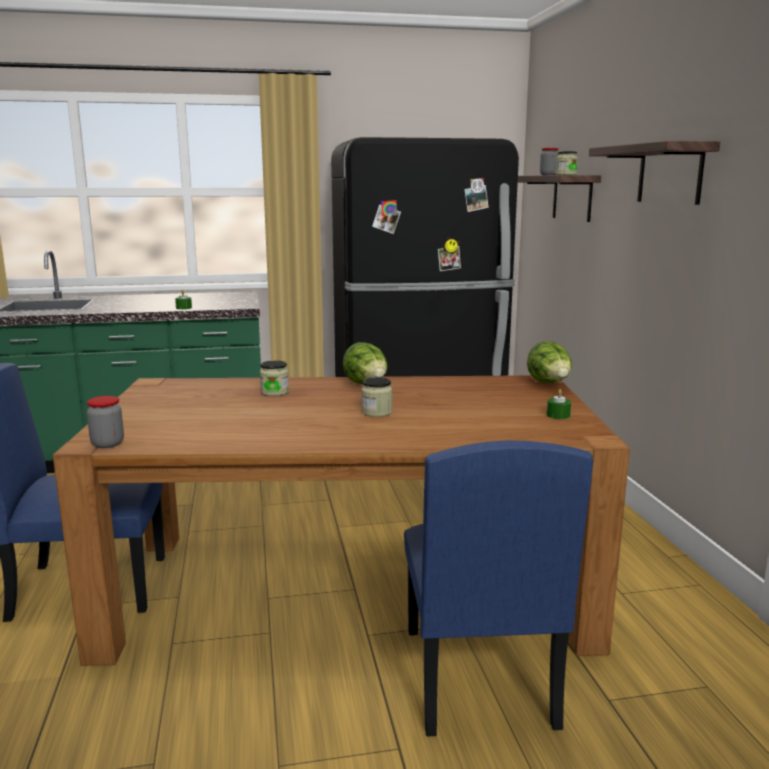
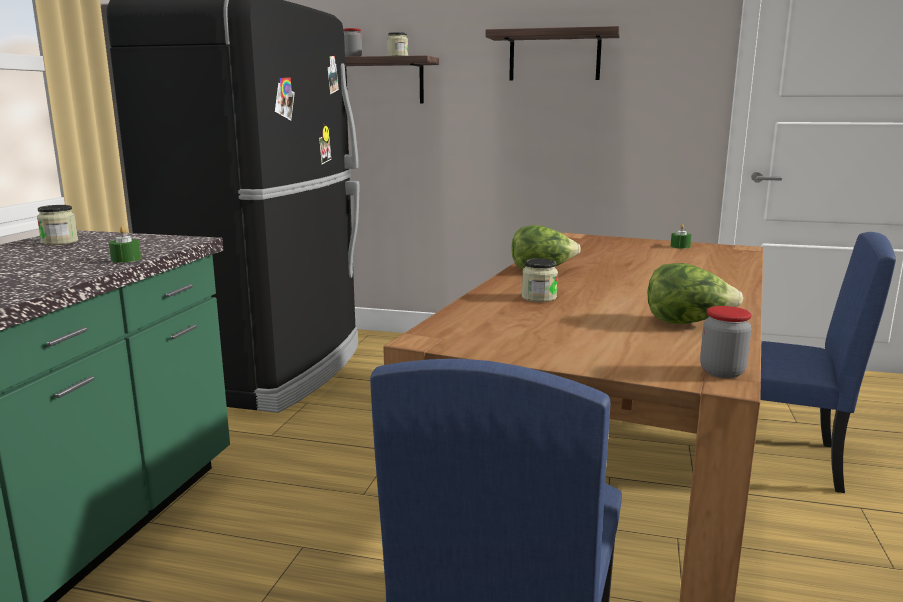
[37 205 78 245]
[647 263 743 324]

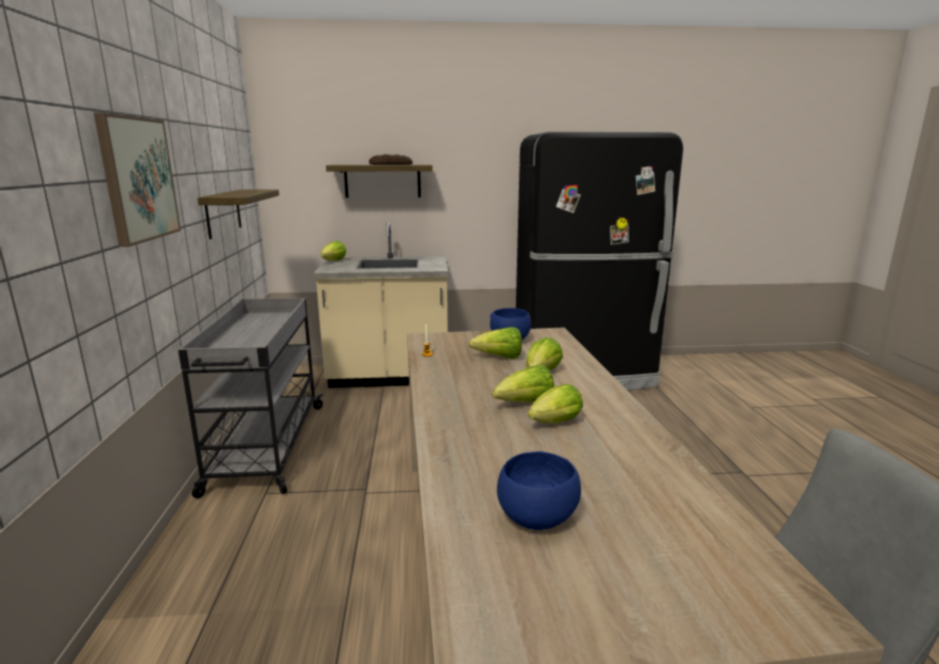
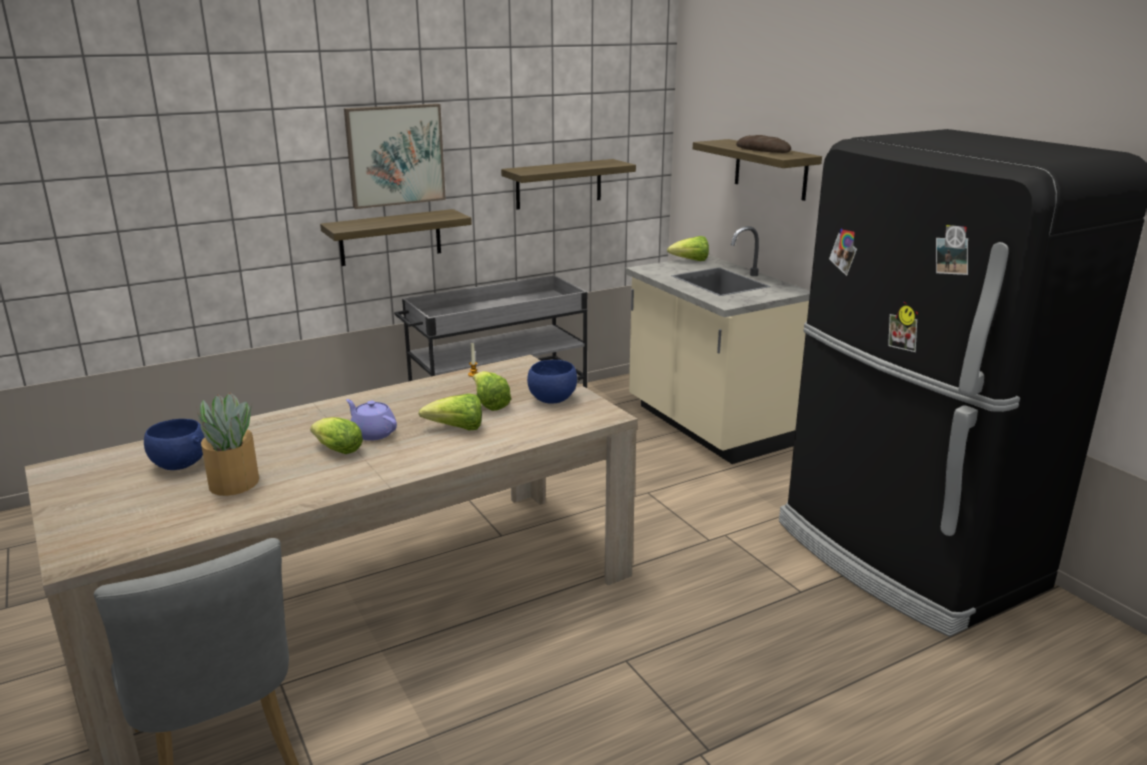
[196 393 259 496]
[320 209 472 266]
[346 399 397 441]

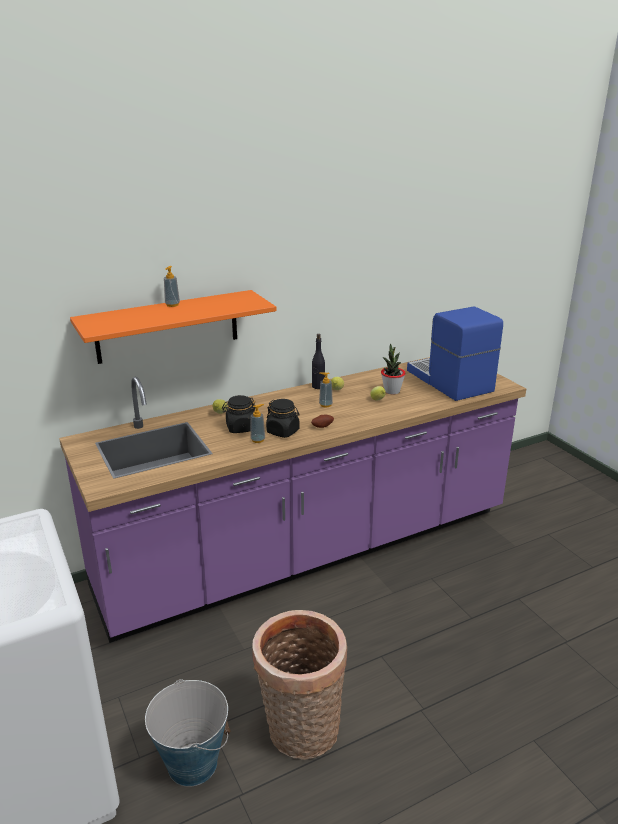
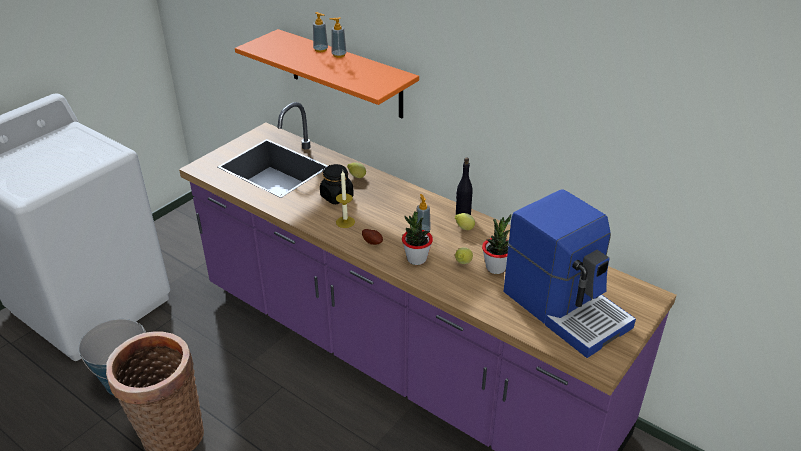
[402 212 433 265]
[313 12 328 52]
[336 171 355 228]
[503 189 636 358]

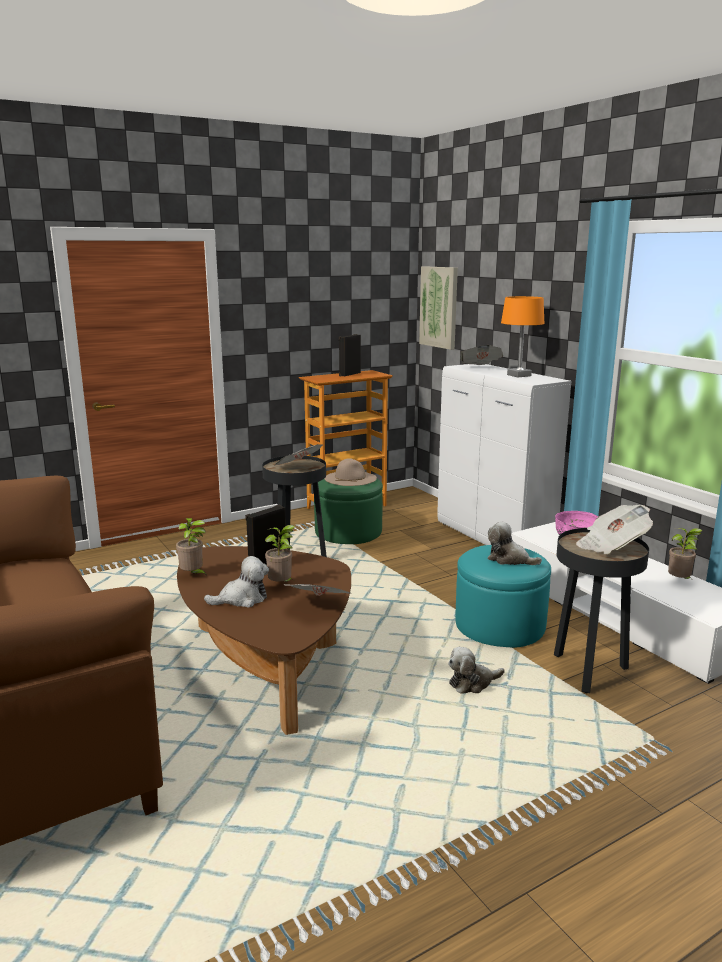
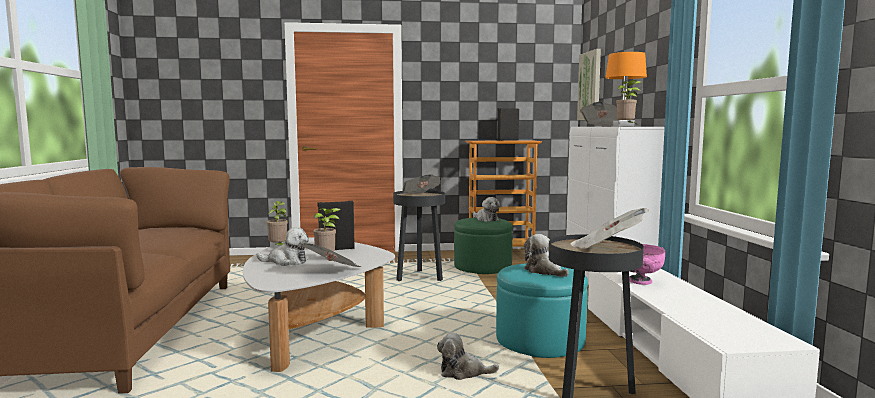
[616 80 642 124]
[473 197 500 222]
[243 237 395 372]

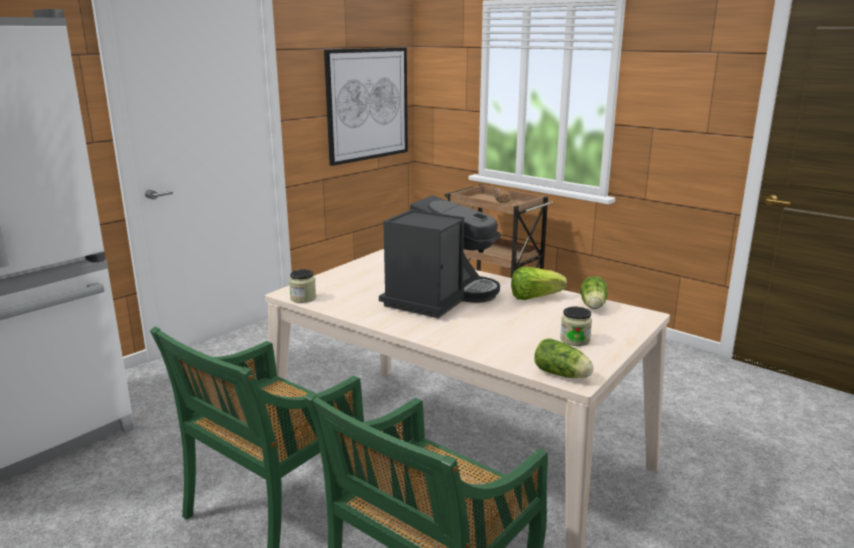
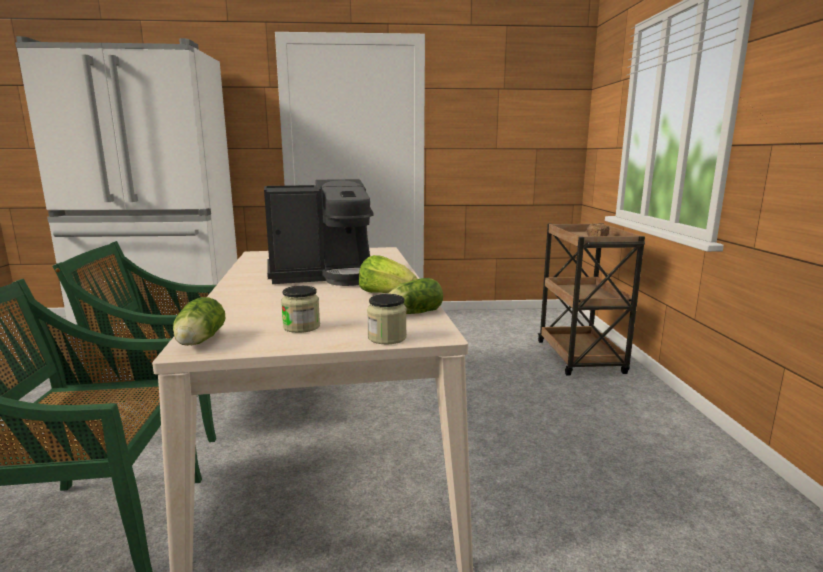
[324 48 408 166] (first image)
[367 294 407 344]

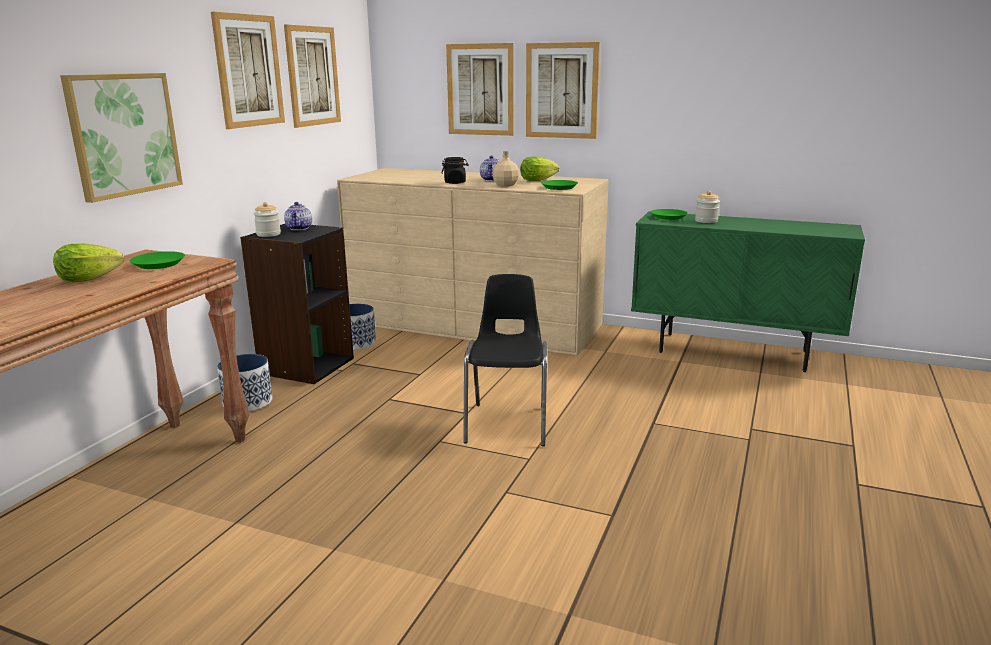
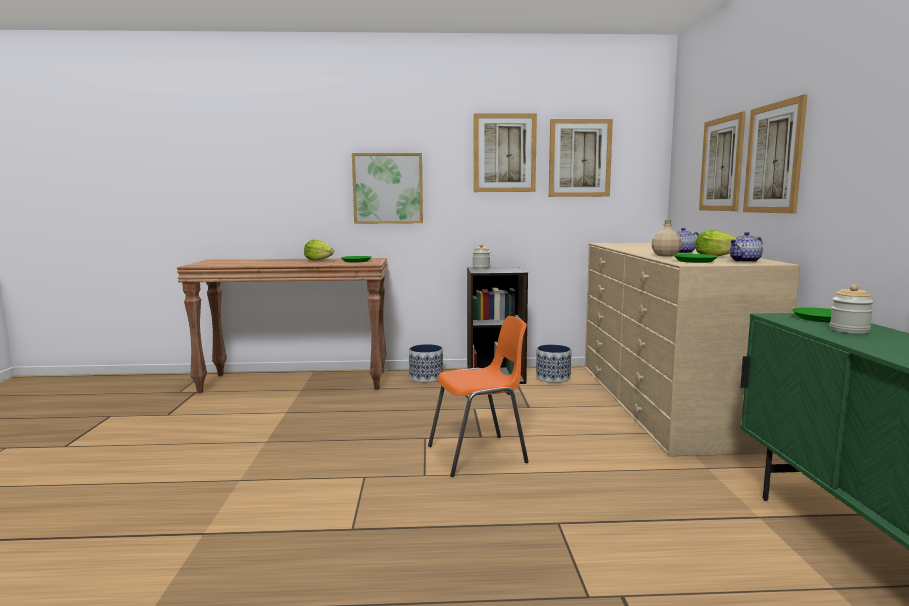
[441 157 469 184] (first image)
[730 232 763 262]
[428 316 529 477]

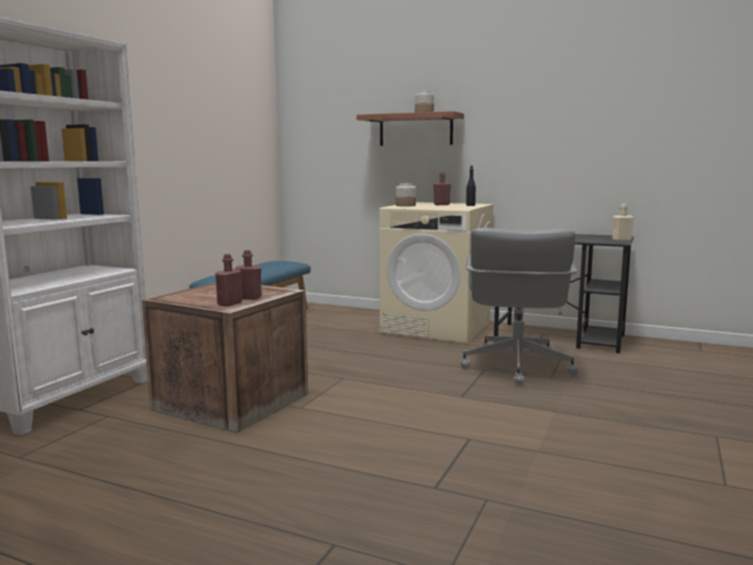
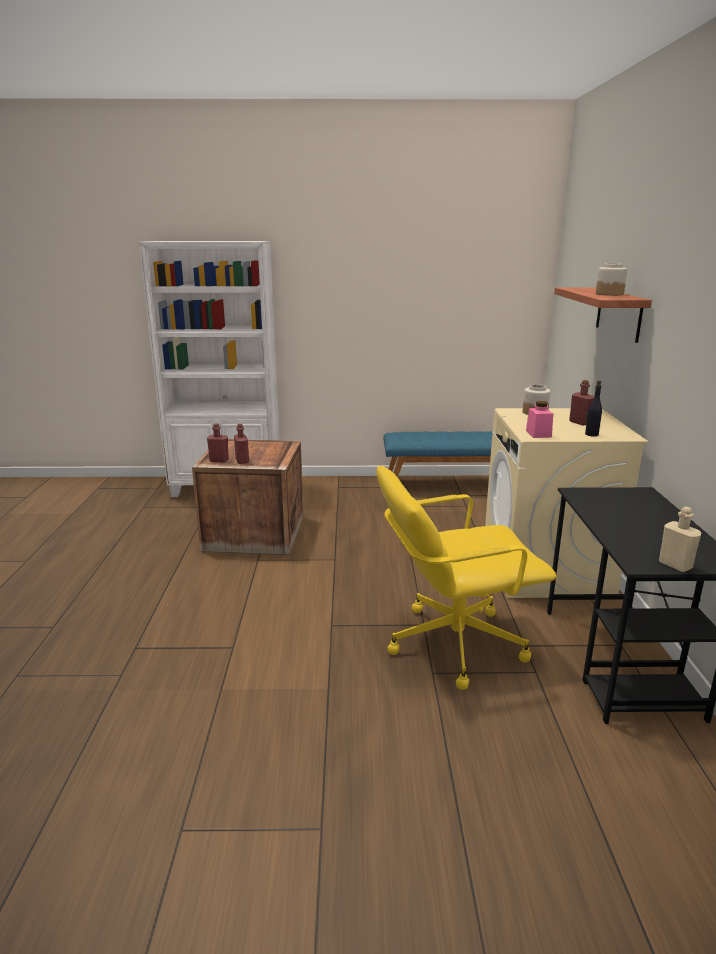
[526 401 553 438]
[376 466 557 690]

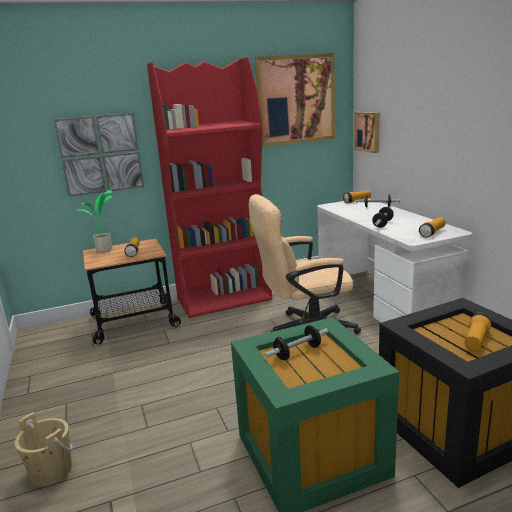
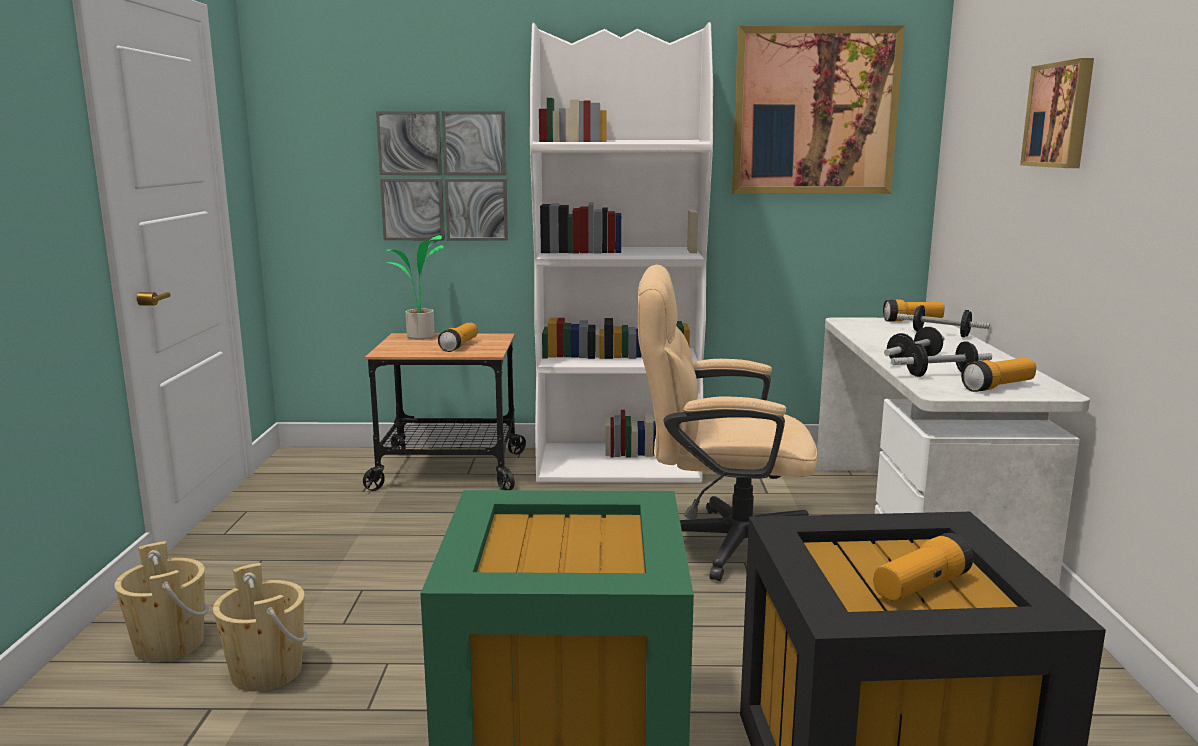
[213 563 307 692]
[891 341 992 377]
[1020 58 1094 168]
[530 22 713 483]

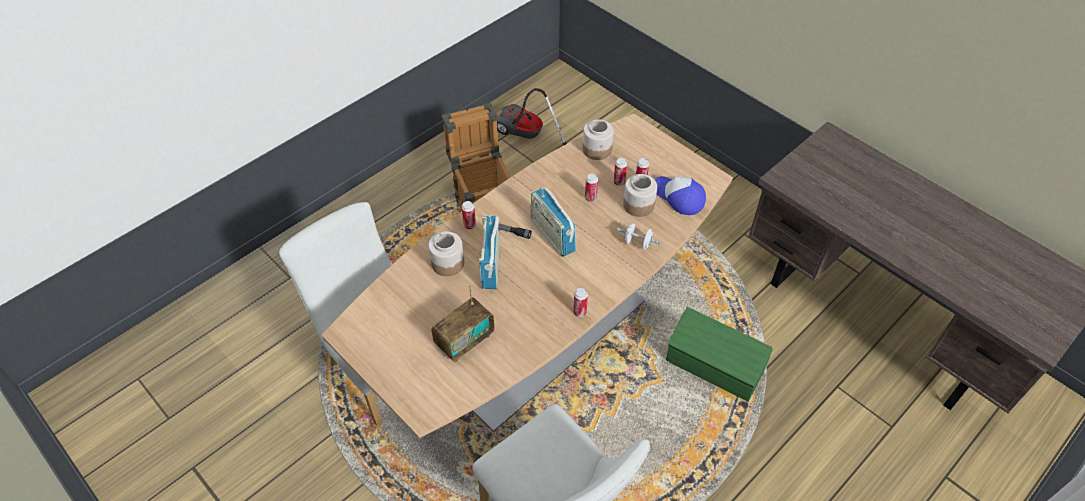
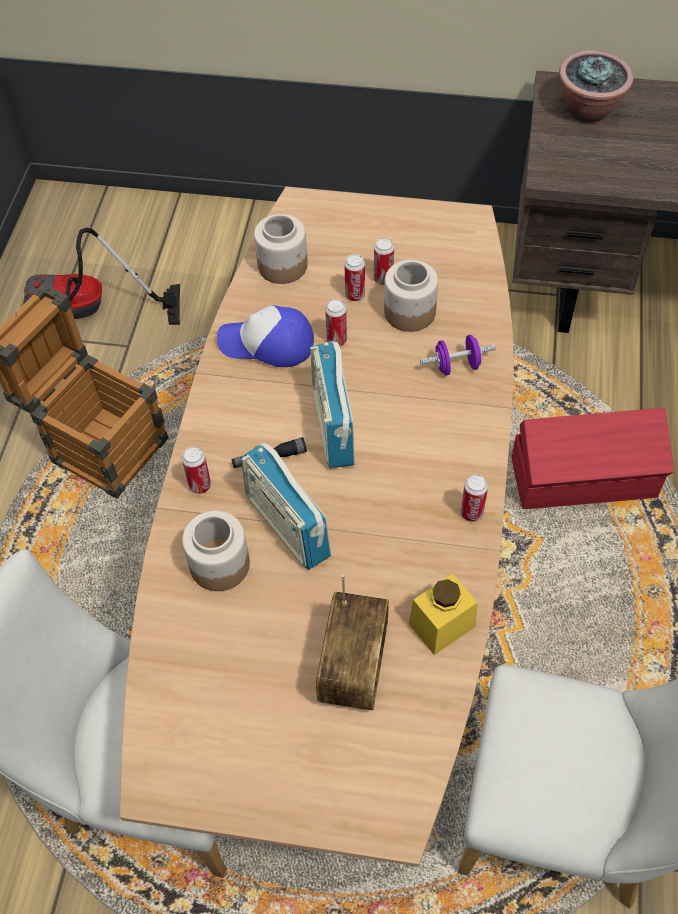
[409 574 478 655]
[559 50 633 123]
[217 305 314 367]
[420 335 496 375]
[512 408 674 509]
[310 341 355 468]

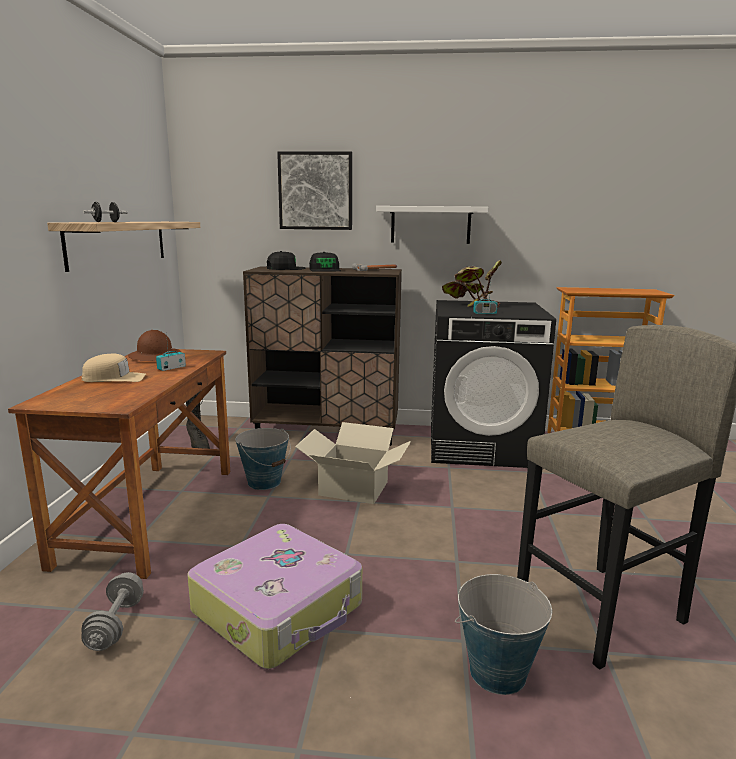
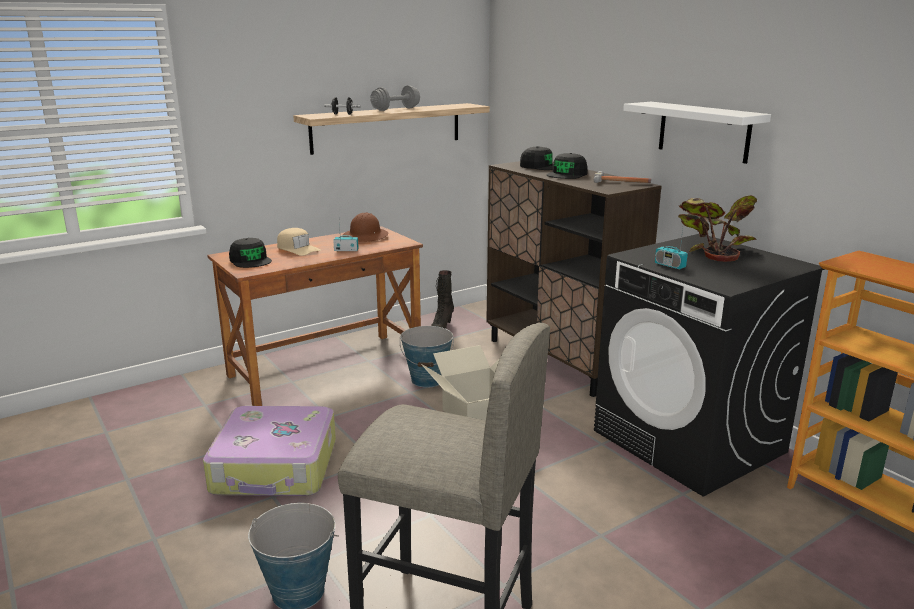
[277 151 352 230] (first image)
[229 238 272 268]
[370 85 420 111]

